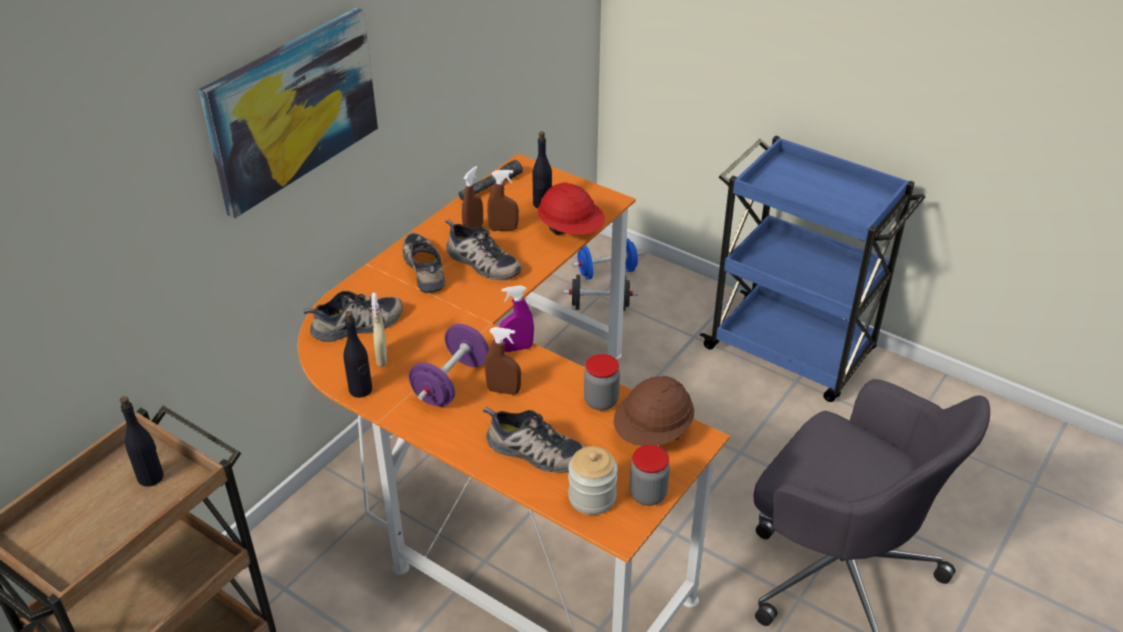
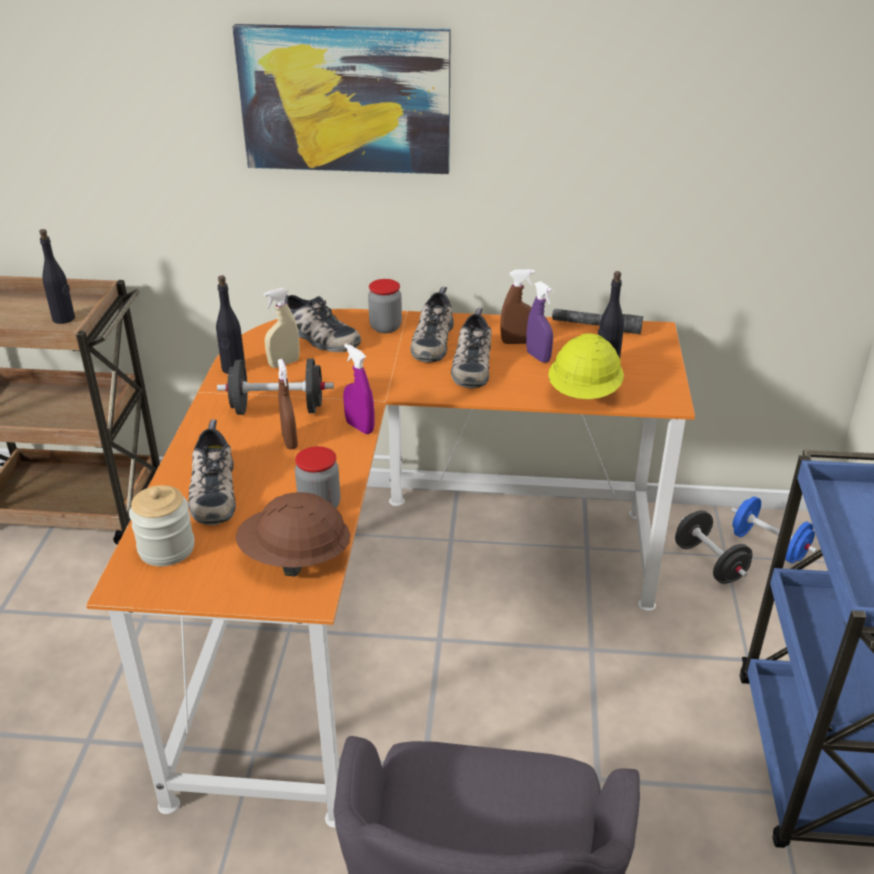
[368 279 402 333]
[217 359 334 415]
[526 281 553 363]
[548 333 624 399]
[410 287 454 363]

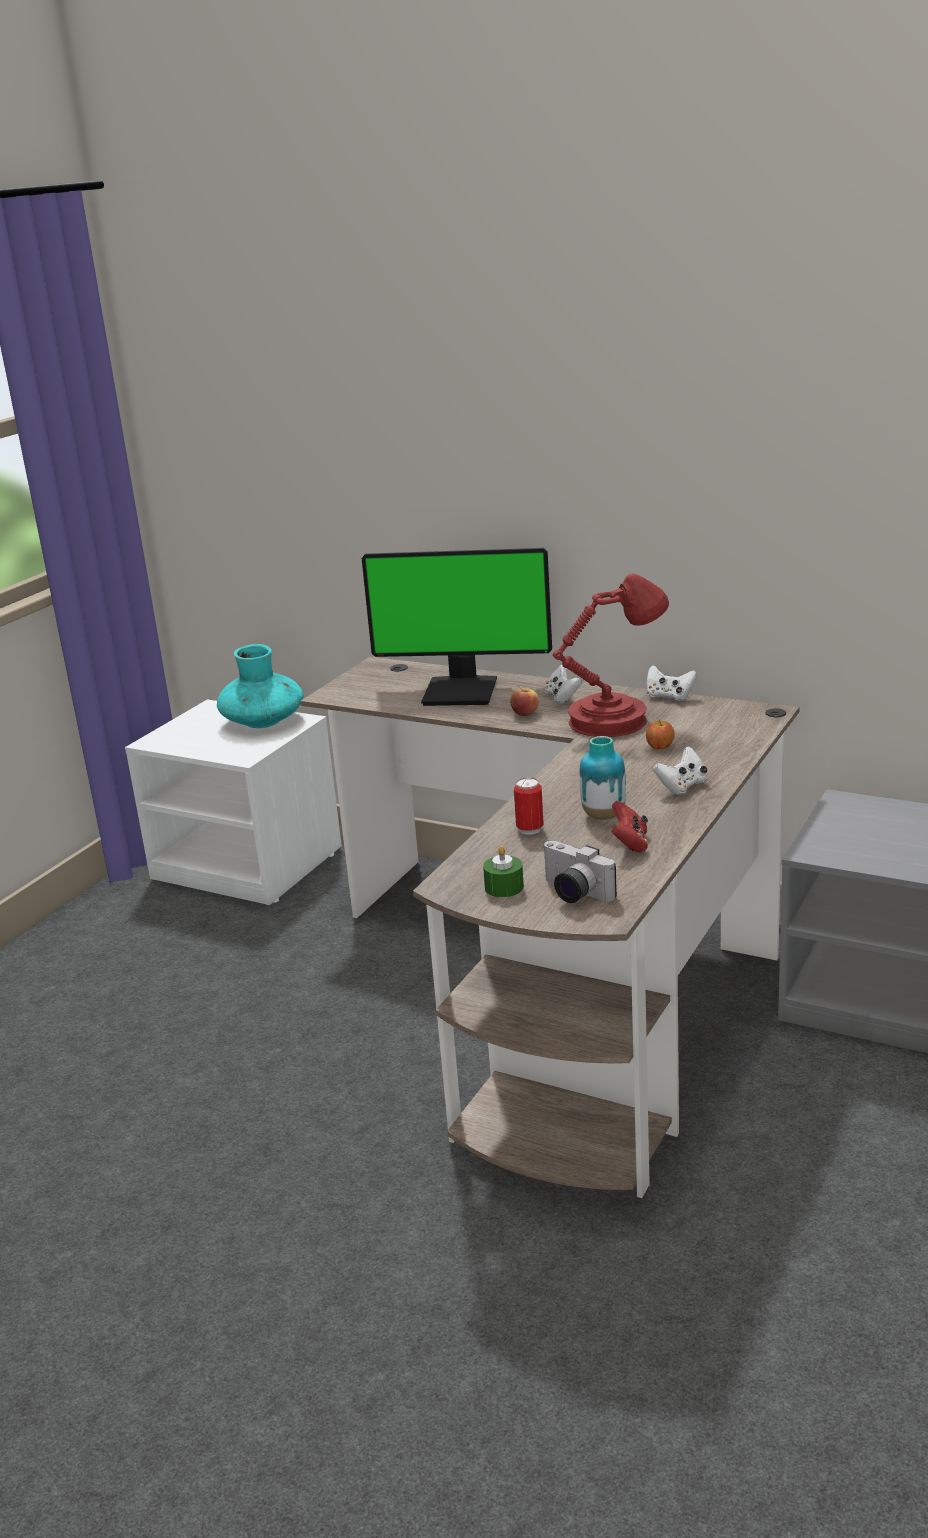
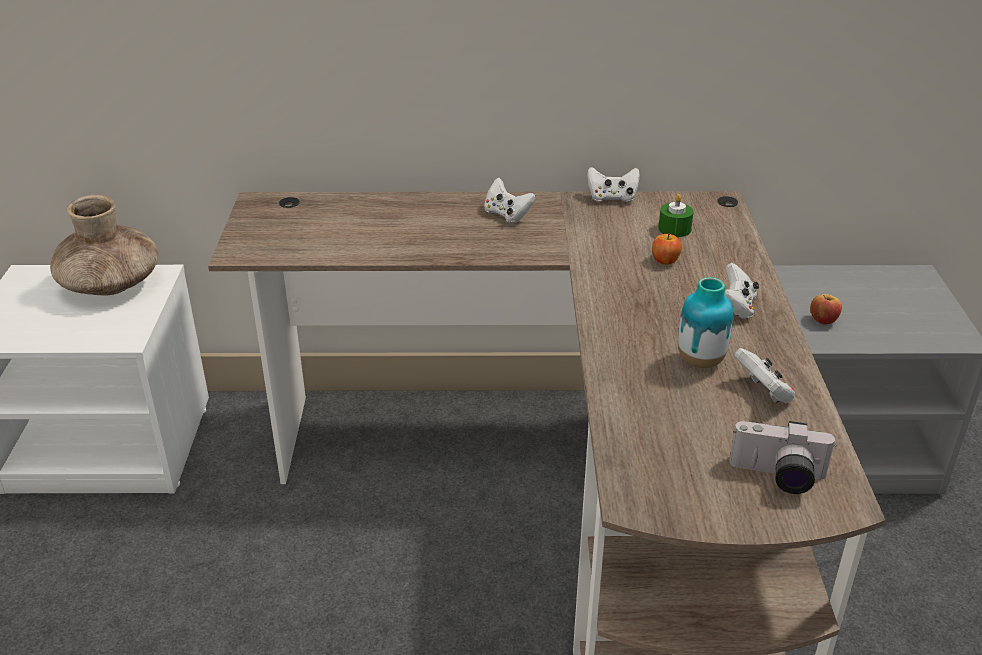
[362 548 552 706] (first image)
[514 778 544 835] (first image)
[553 574 669 737] (first image)
[658 194 694 237]
[810 294 842 324]
[50 195 158 295]
[734 348 795 404]

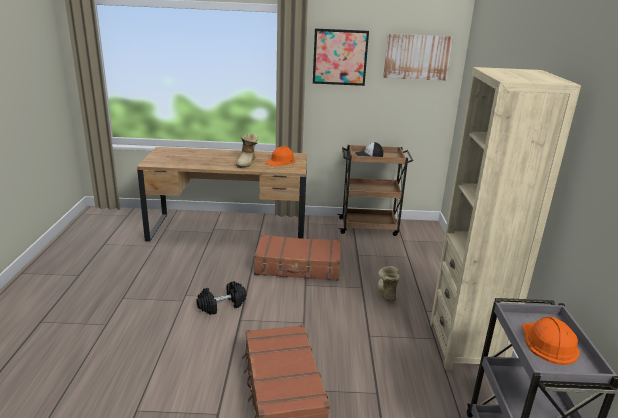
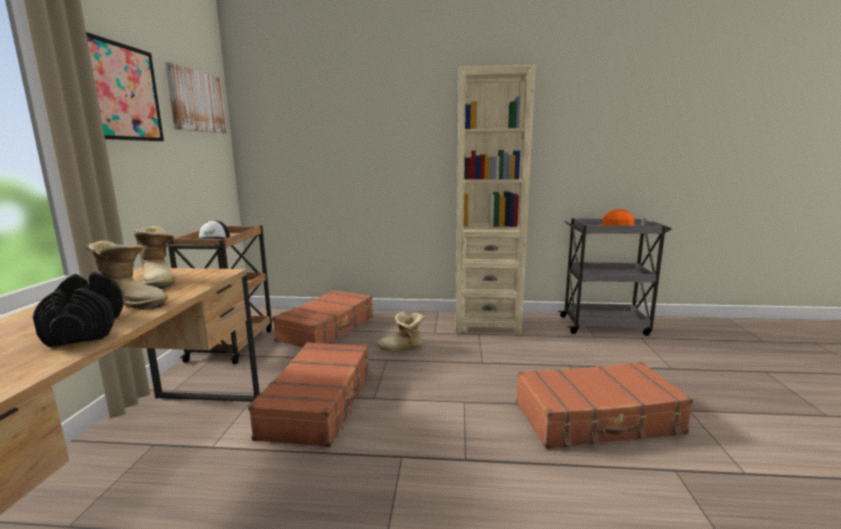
[272 290 373 347]
[33 272 124 347]
[134 226 176 289]

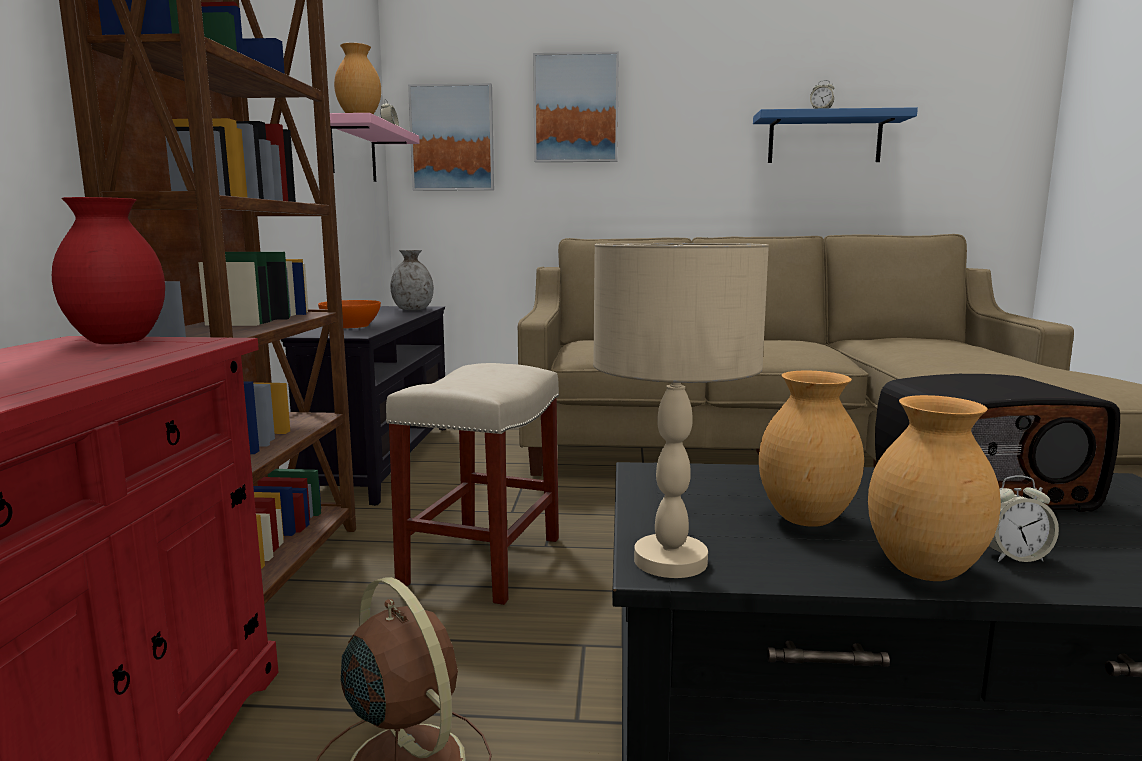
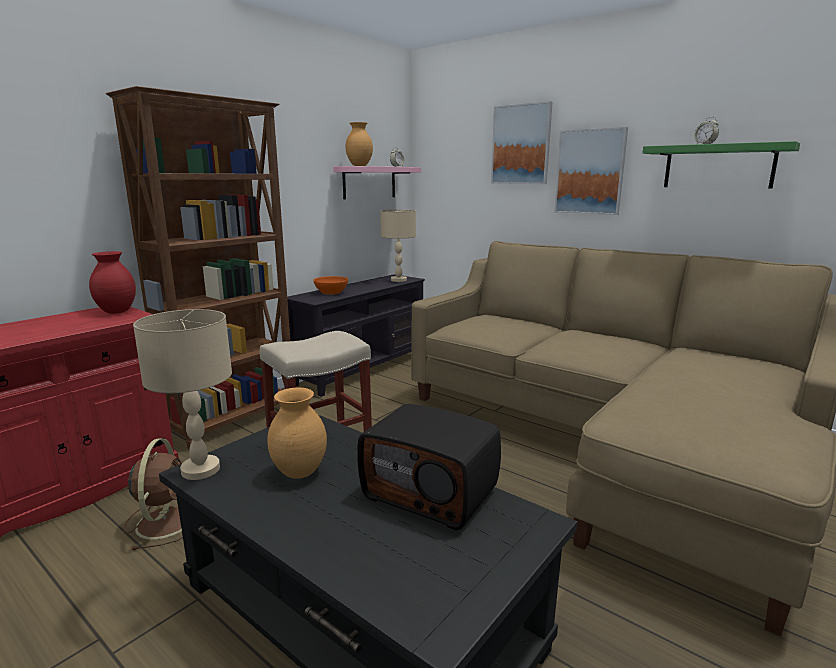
[868 395 1001 581] (first image)
[989 475 1059 562] (first image)
[554 127 628 215]
[380 210 416 282]
[643 141 800 188]

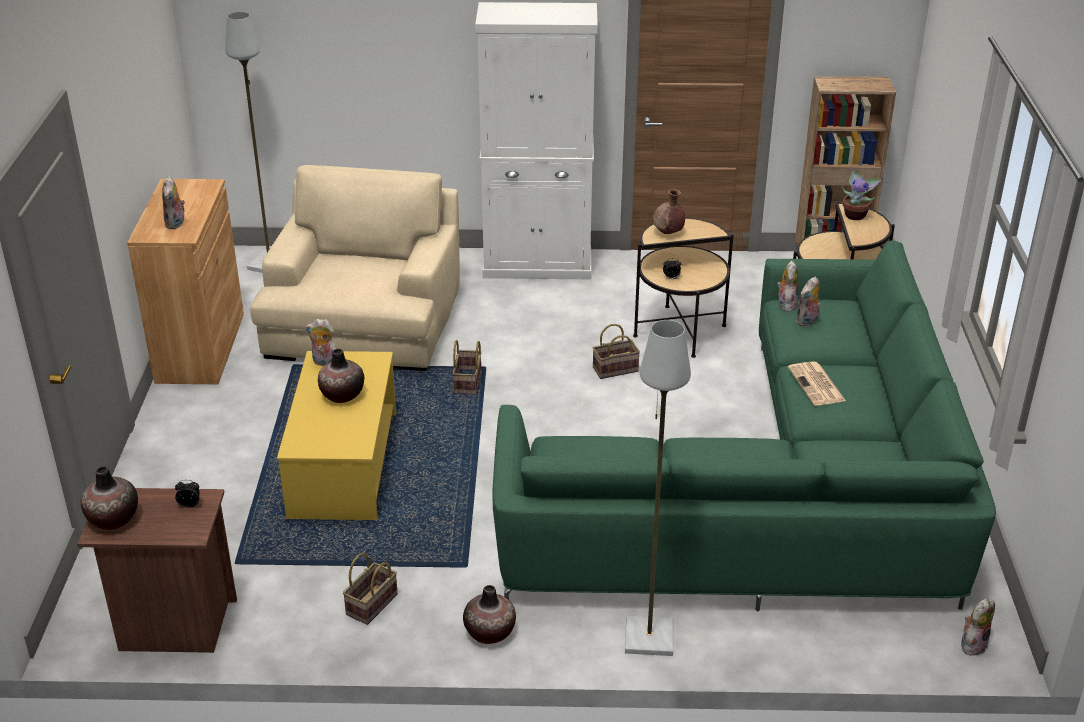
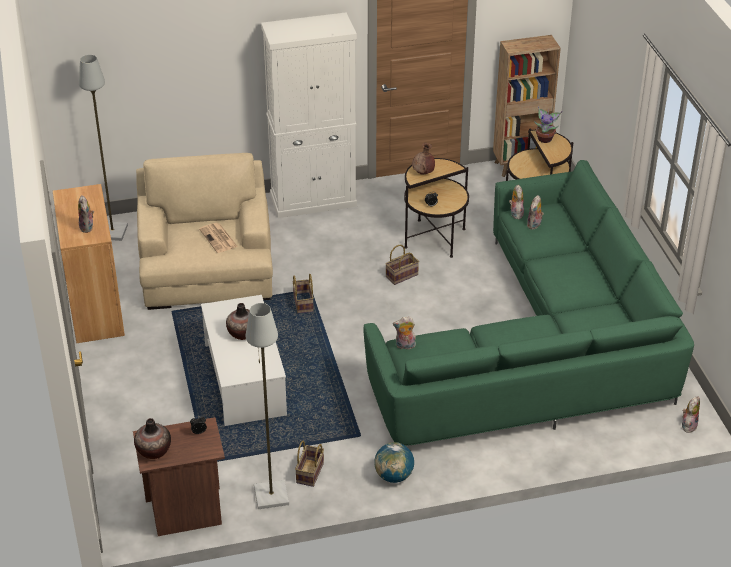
[393 316 416 349]
[246 303 289 509]
[199 223 238 253]
[374 442 414 483]
[201 295 287 426]

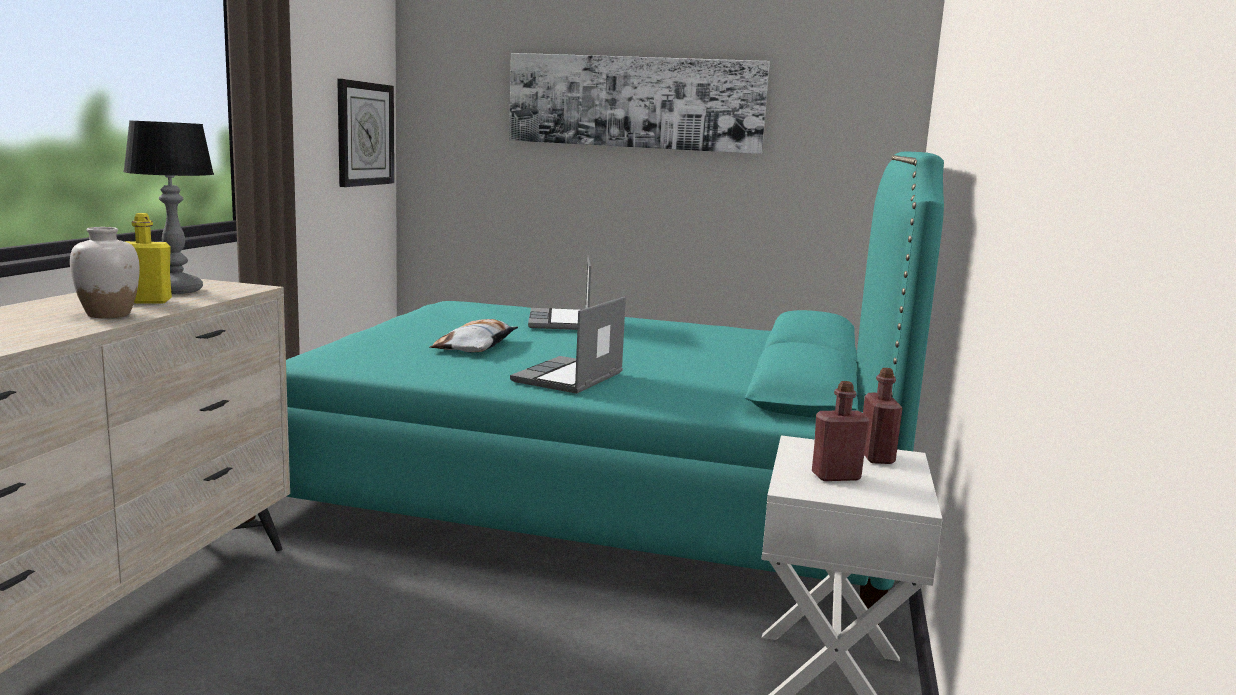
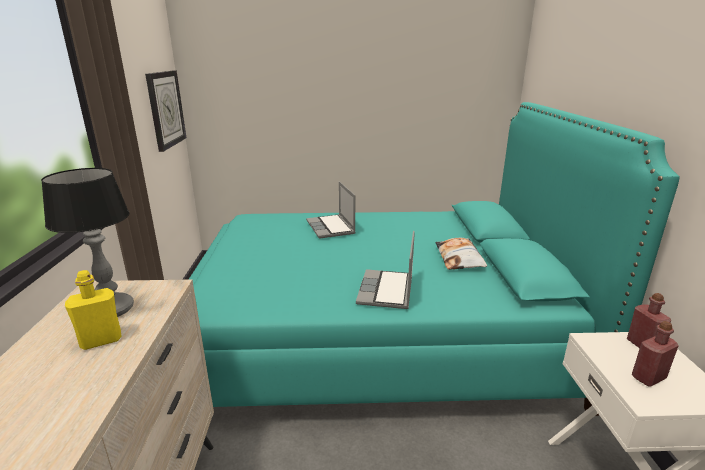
[70 227 140 318] (first image)
[509 53 770 154] (first image)
[435 238 487 270]

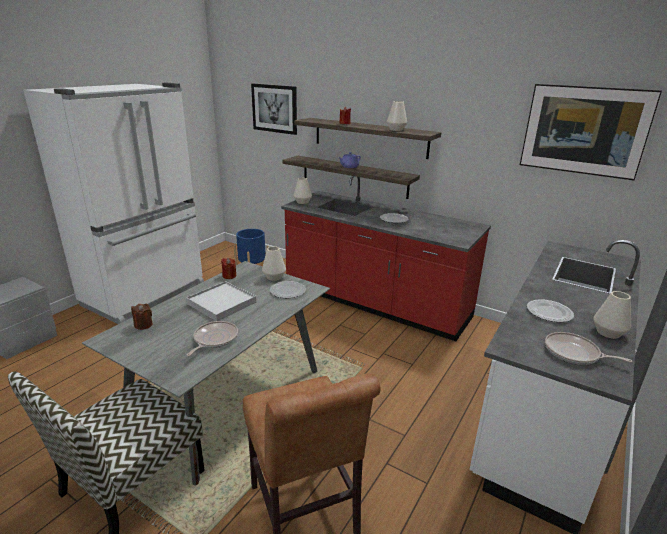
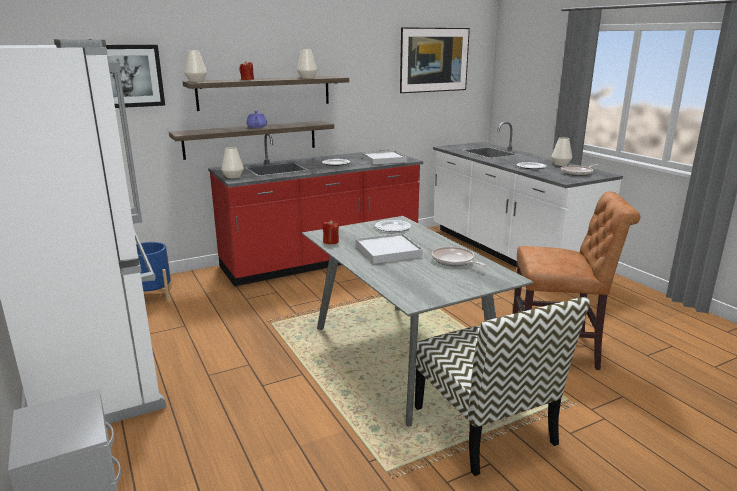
[131 303 153 330] (first image)
[362 150 407 165]
[184 51 207 82]

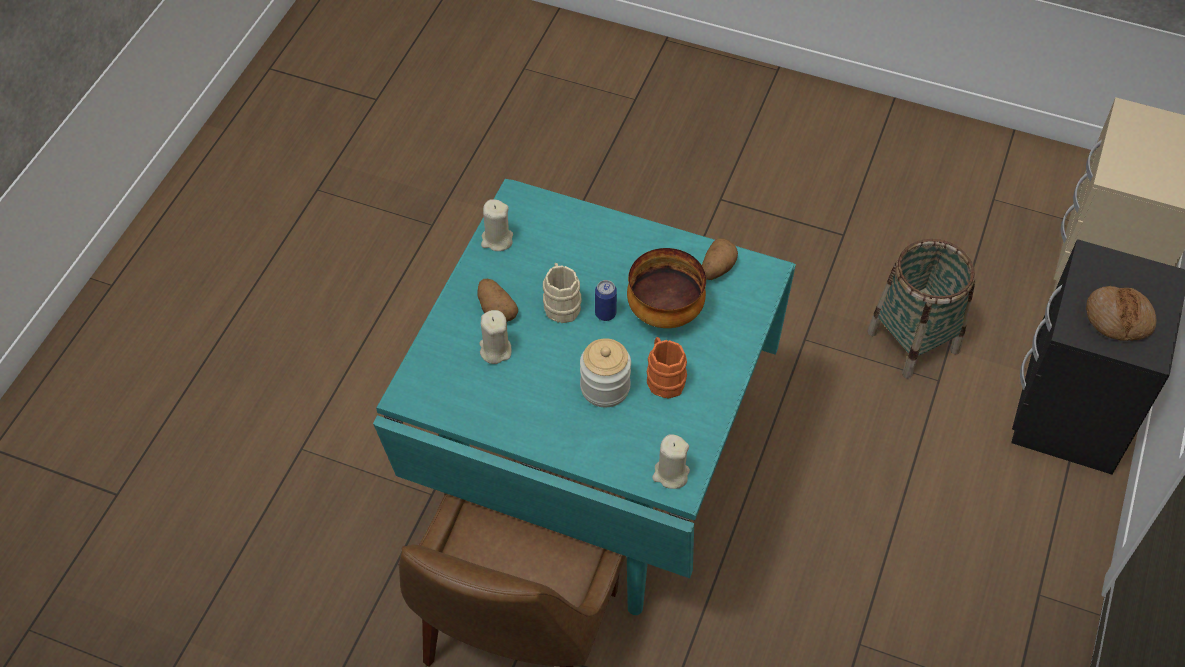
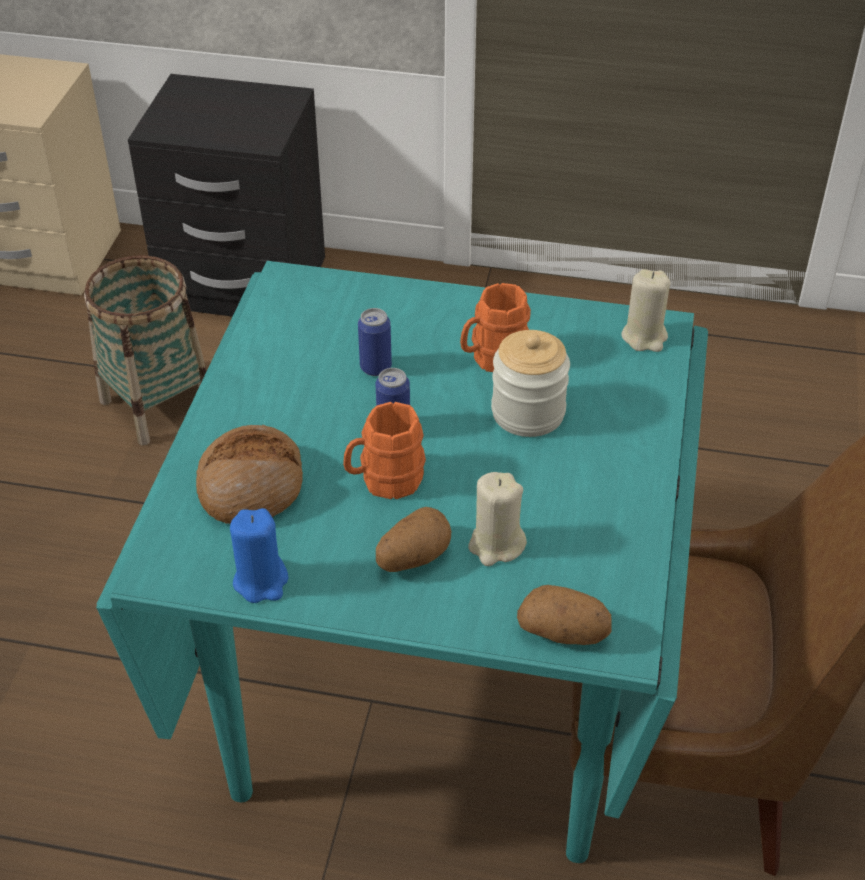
[517 585 611 645]
[196 425 303 524]
[358 308 392 376]
[230 508 288 603]
[343 402 426 499]

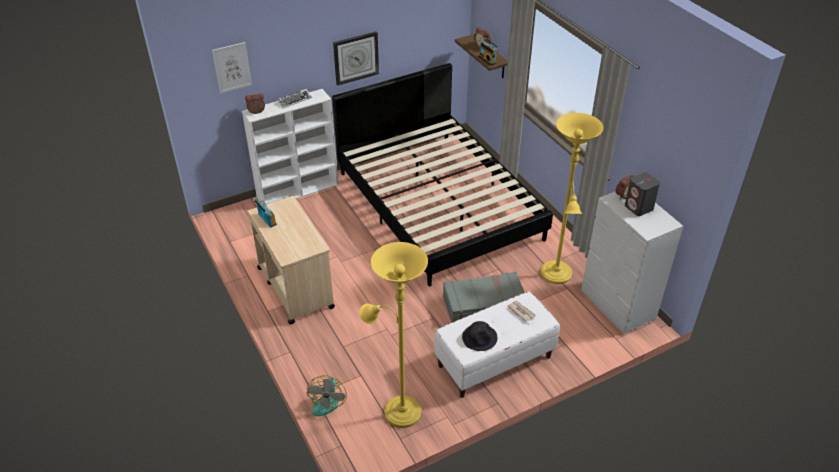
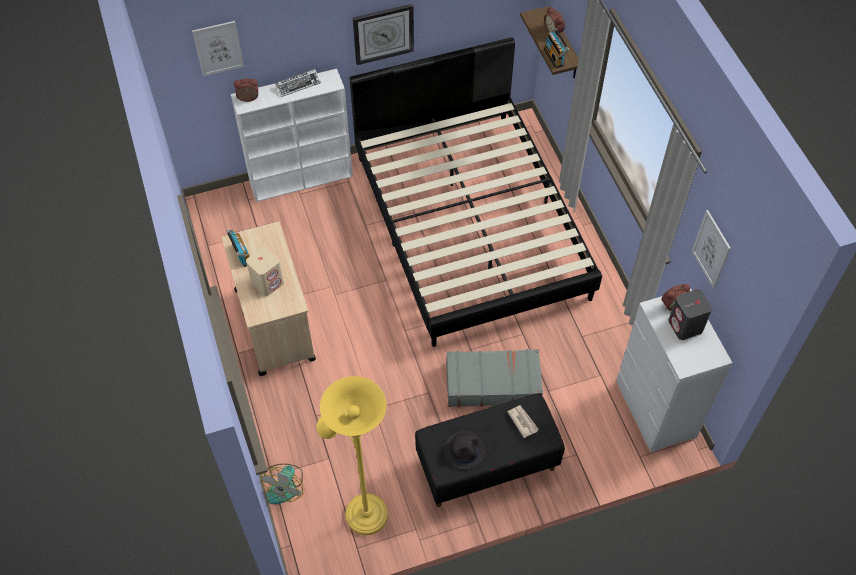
[541 113 603 284] (first image)
[246 247 284 296]
[692 210 731 288]
[415 393 565 507]

